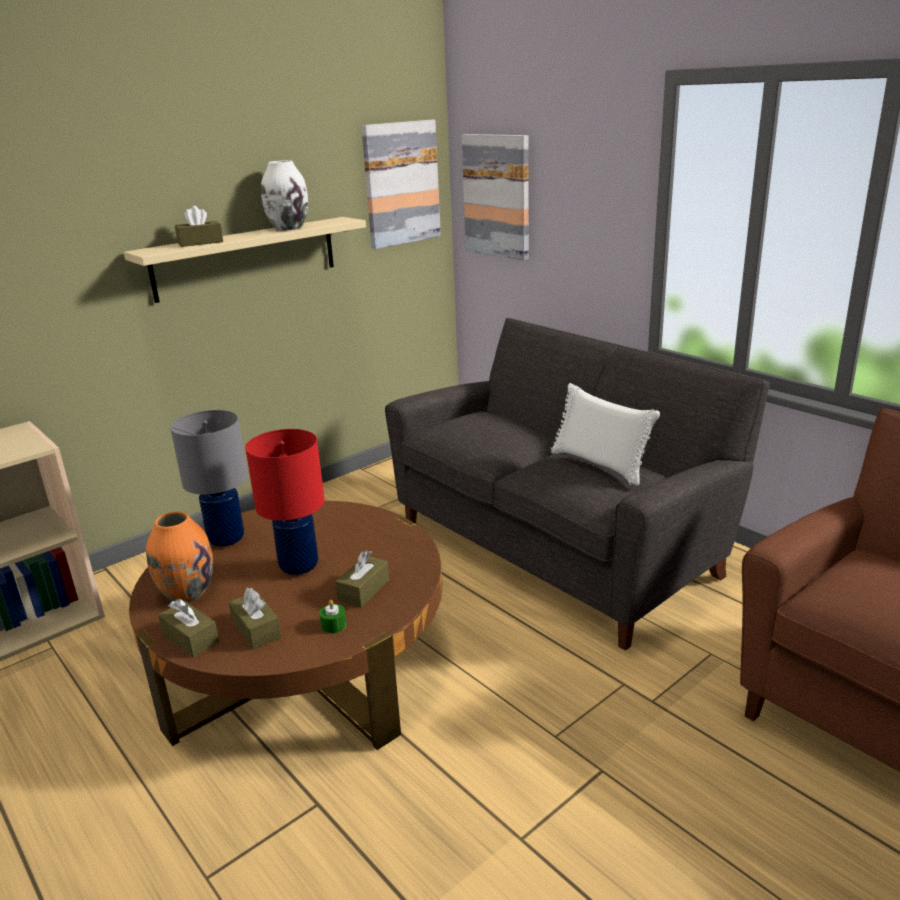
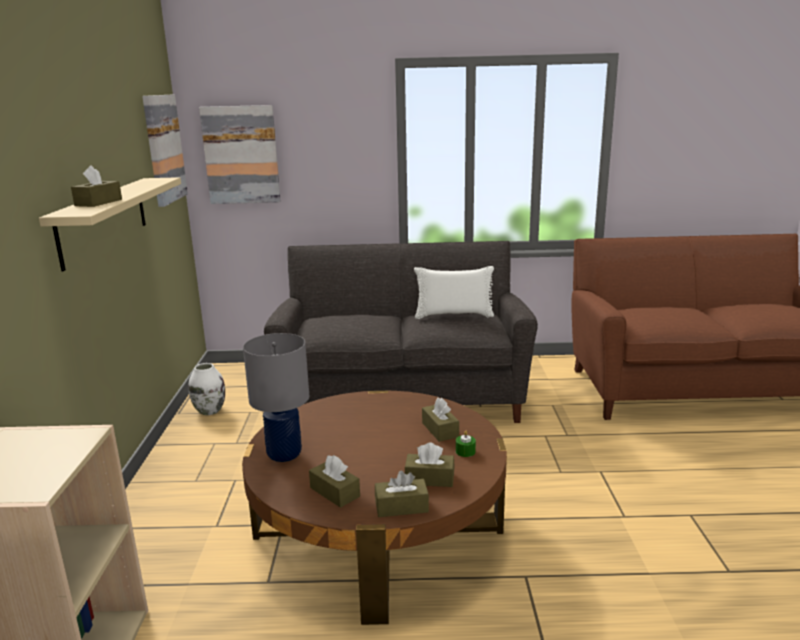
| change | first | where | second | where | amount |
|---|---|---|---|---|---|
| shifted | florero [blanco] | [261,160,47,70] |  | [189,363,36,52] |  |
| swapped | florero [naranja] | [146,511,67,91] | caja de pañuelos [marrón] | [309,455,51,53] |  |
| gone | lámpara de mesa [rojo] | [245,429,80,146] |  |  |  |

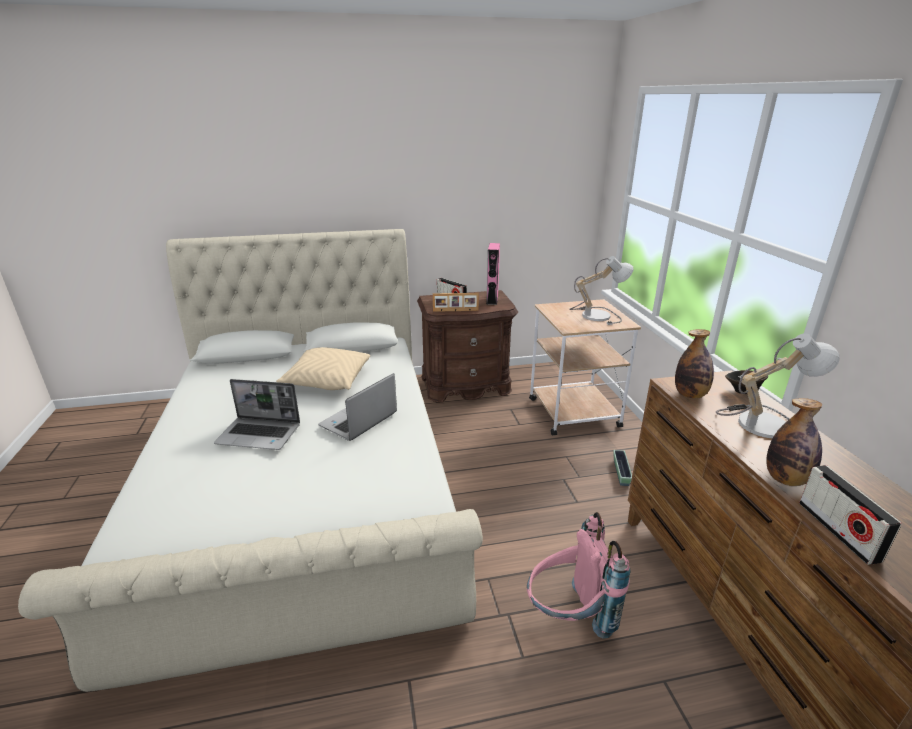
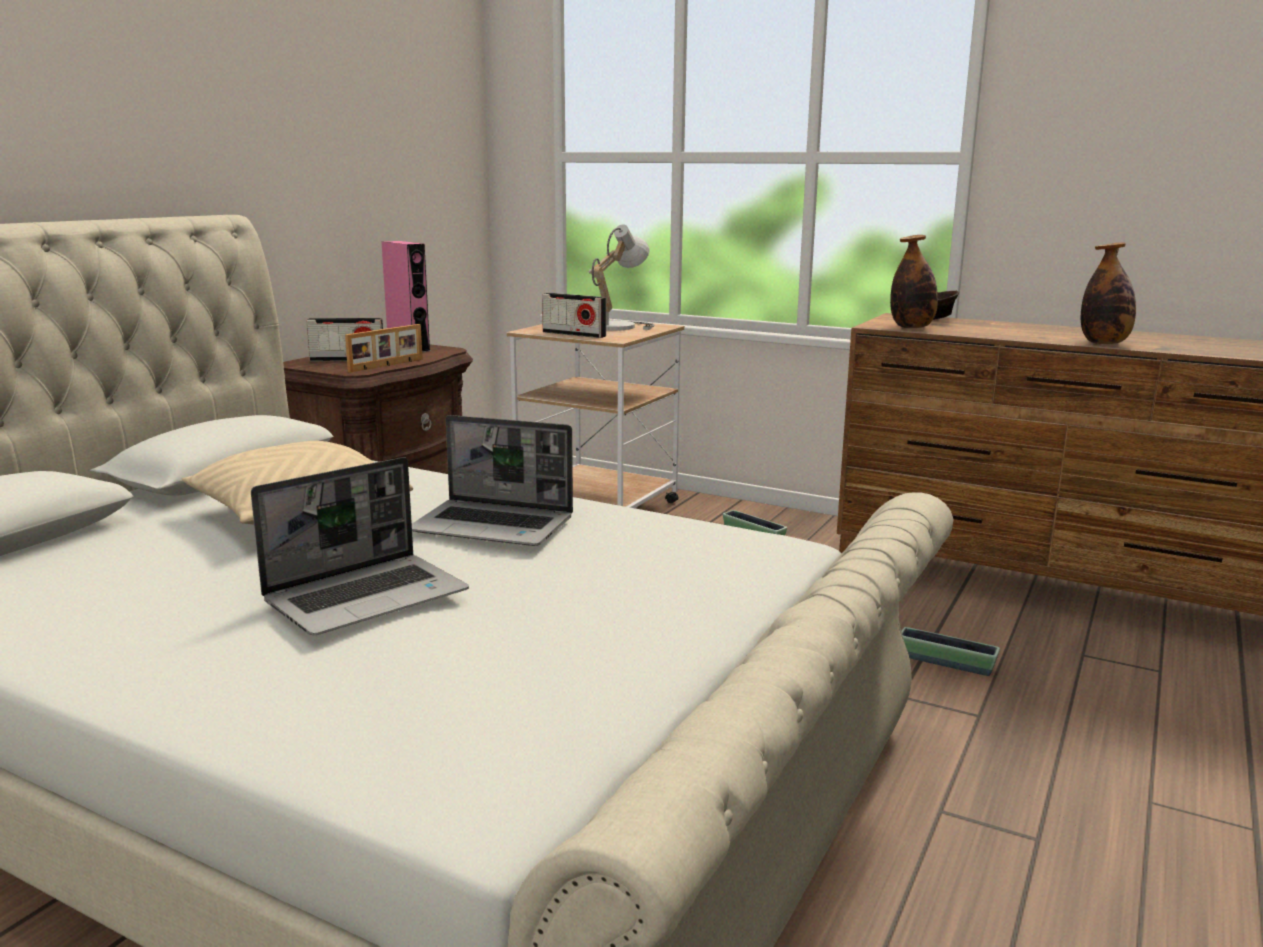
| change | first | where | second | where | amount |
|---|---|---|---|---|---|
| rotated | portátil | [319,373,78,68] |  | [412,415,161,131] | 60 degrees counterclockwise |
| shifted | radio | [799,465,103,100] |  | [542,293,64,45] |  |
| swapped | mochila [rosa] | [527,512,103,127] | maceta | [901,627,99,49] |  |
| gone | lámpara de mesa | [716,333,124,105] |  |  |  |

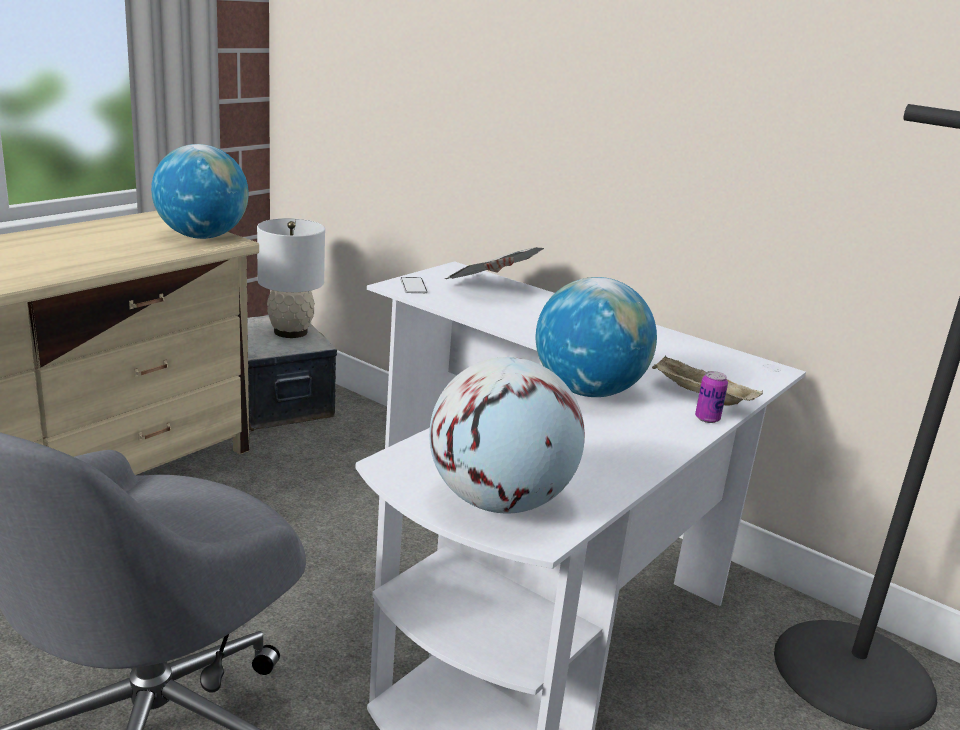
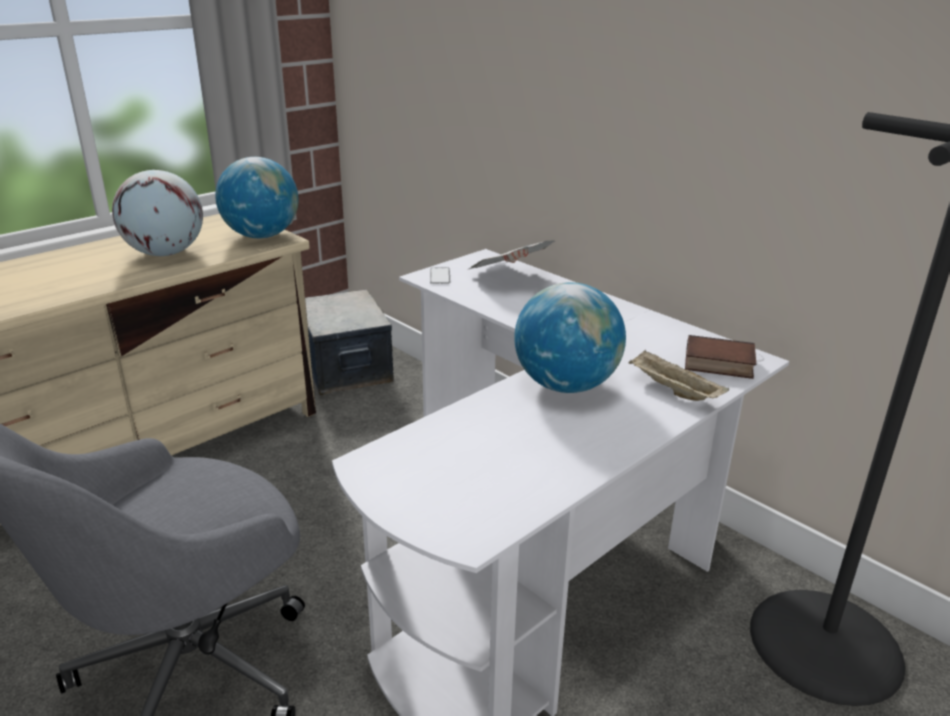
| change | first | where | second | where | amount |
|---|---|---|---|---|---|
| shifted | globo terráqueo | [429,357,156,156] |  | [112,170,91,86] |  |
| new |  |  | libro | [685,335,71,44] |  |
| gone | lámpara de mesa [blanco] | [257,218,68,120] |  |  |  |
| gone | lata | [695,371,33,52] |  |  |  |

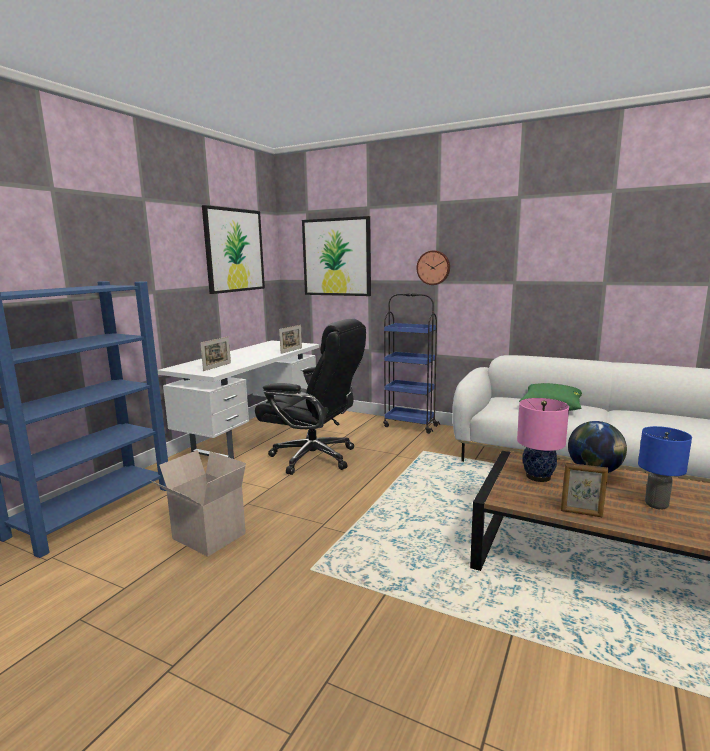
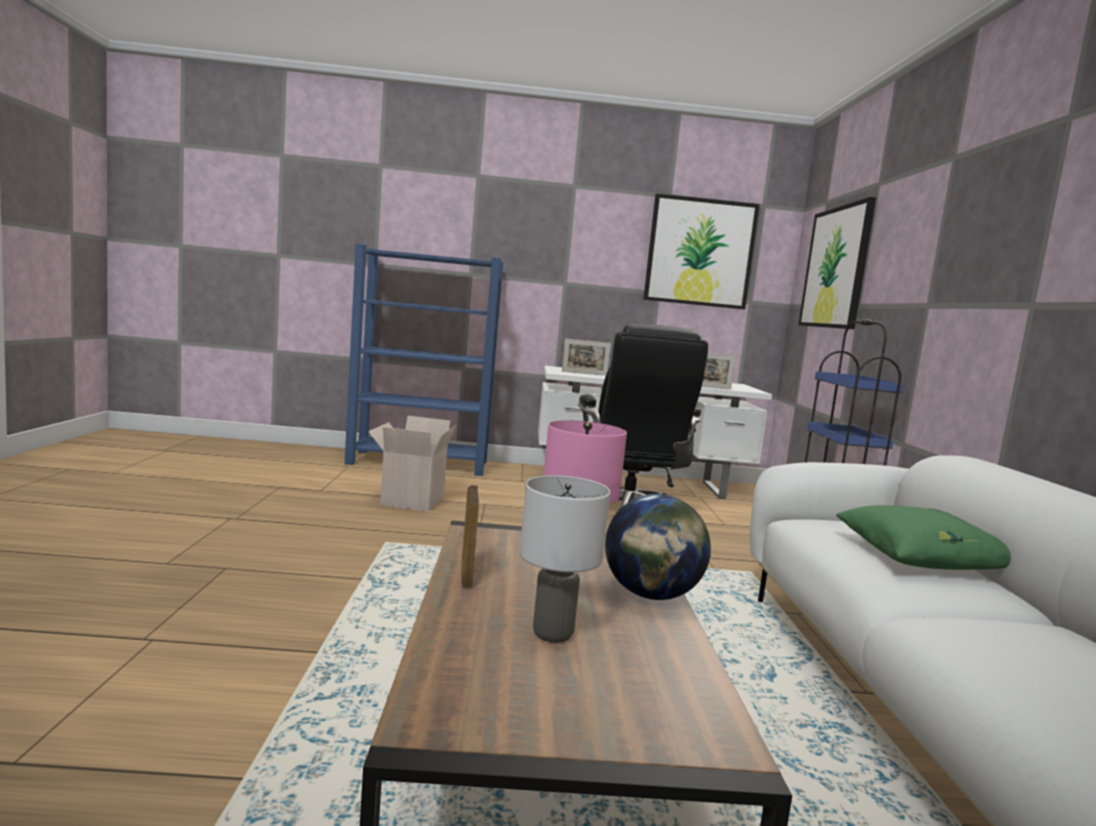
| change | first | where | second | where | amount |
|---|---|---|---|---|---|
| repainted | lámpara de mesa [azul] | [638,426,54,84] | lámpara de mesa [blanco] | [520,475,90,168] |  |
| gone | reloj de pared | [416,250,34,35] |  |  |  |

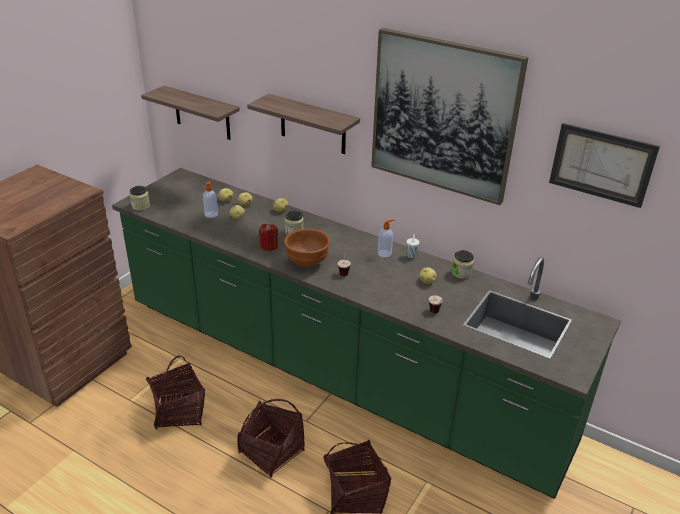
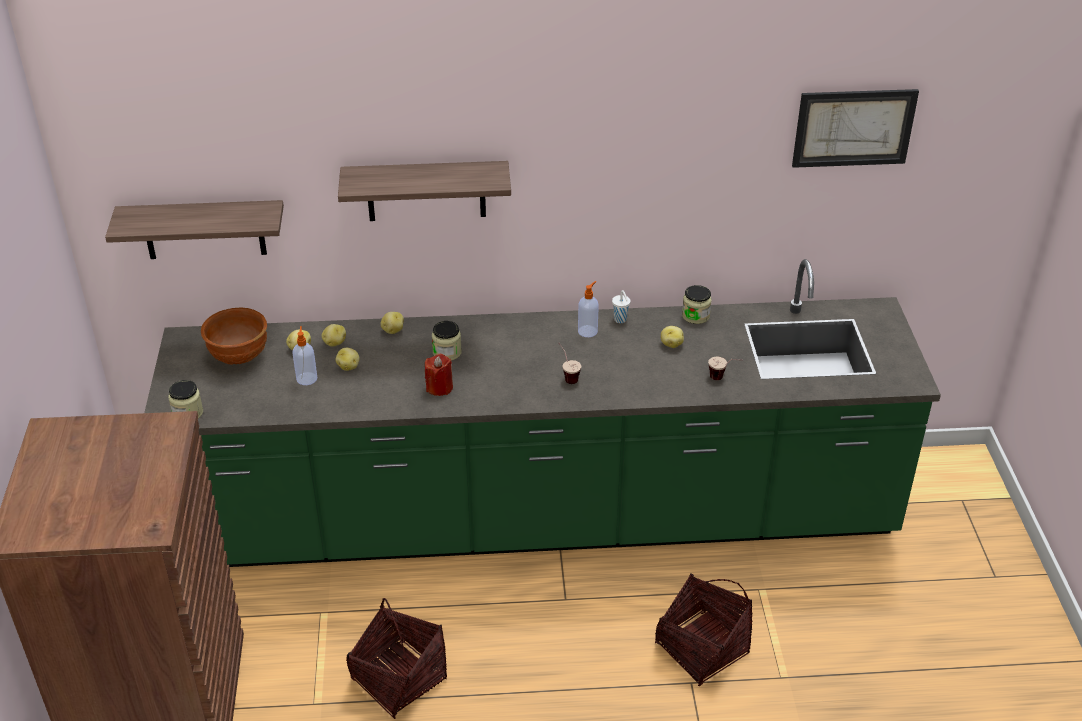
| change | first | where | second | where | amount |
|---|---|---|---|---|---|
| shifted | cuenco [marrón] | [284,229,46,38] |  | [201,307,66,58] |  |
| gone | cesta | [237,399,68,78] |  |  |  |
| gone | cuadro | [371,28,157,177] |  |  |  |

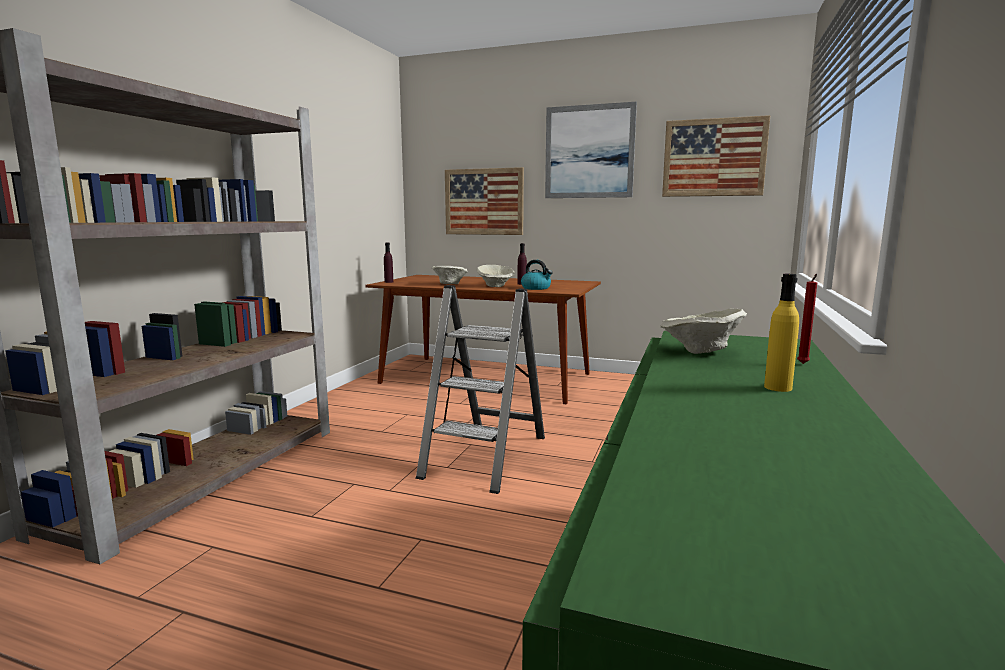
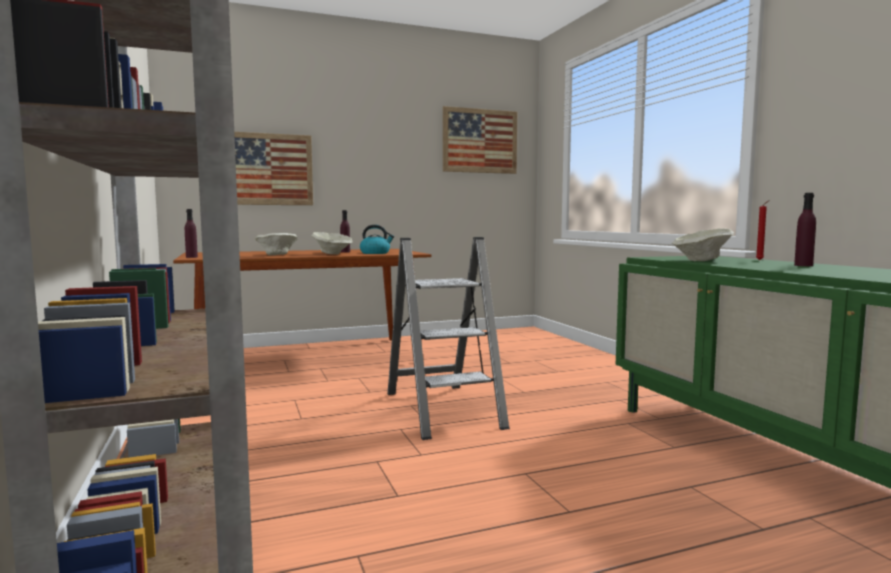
| change | first | where | second | where | amount |
|---|---|---|---|---|---|
| repainted | botella [amarillo] | [764,274,35,118] | botella [morado] | [794,193,22,73] |  |
| gone | cuadro | [545,102,92,96] |  |  |  |

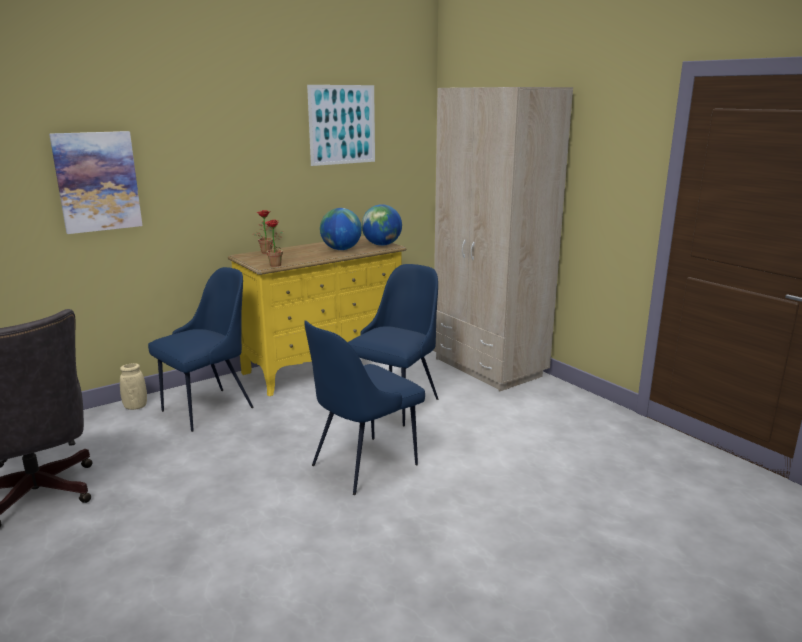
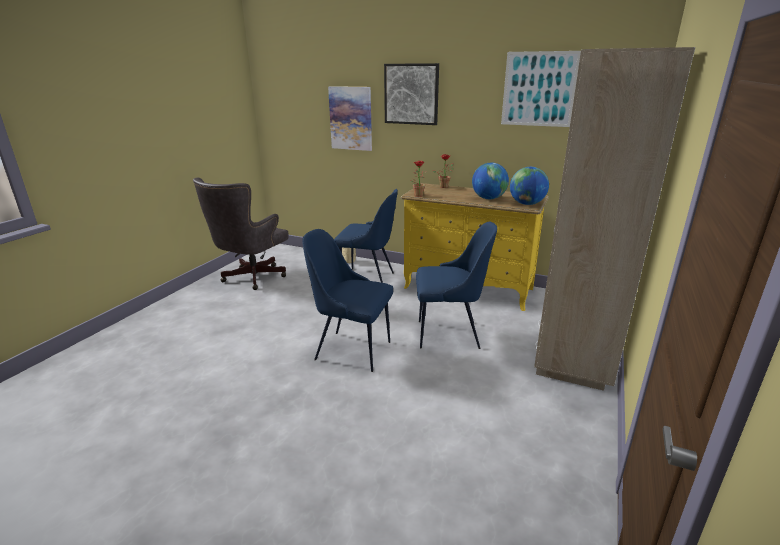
| change | first | where | second | where | amount |
|---|---|---|---|---|---|
| new |  |  | cuadro | [384,63,55,62] |  |

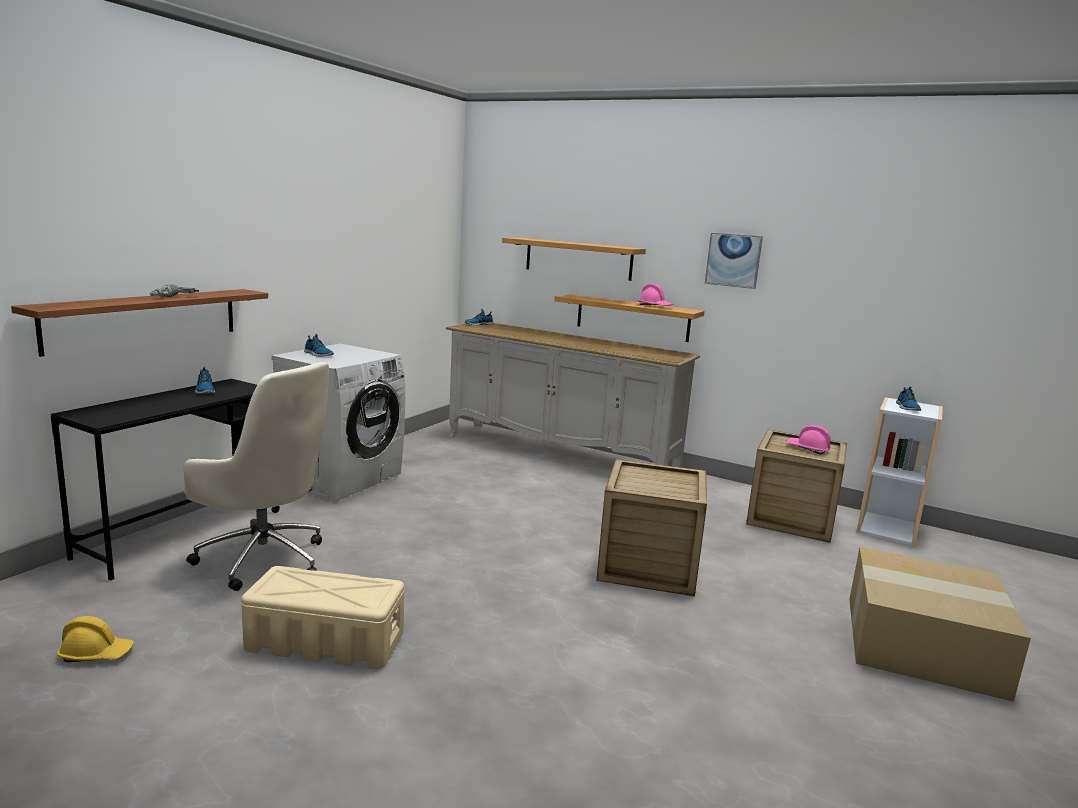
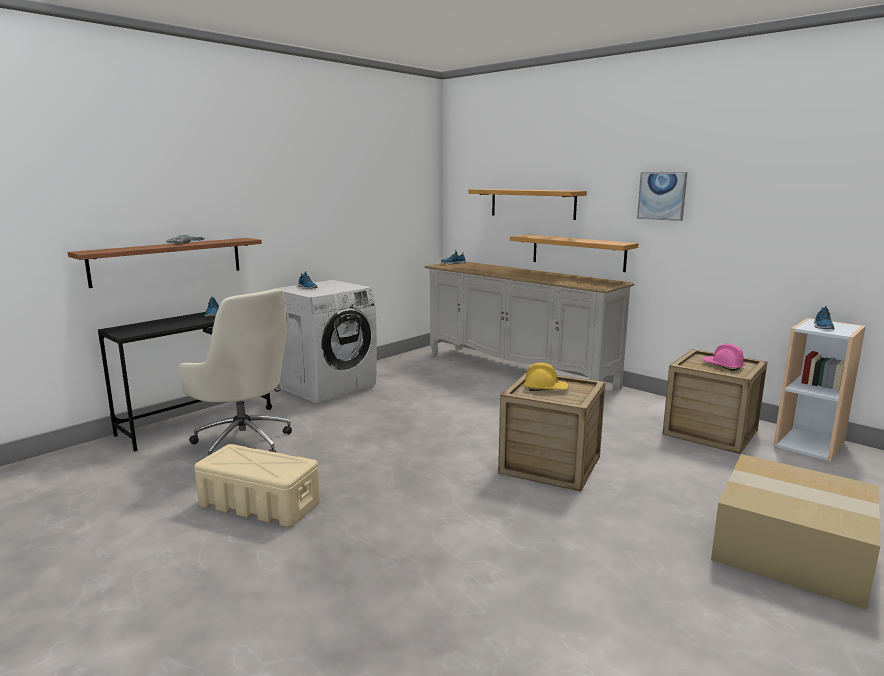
| change | first | where | second | where | amount |
|---|---|---|---|---|---|
| shifted | casco [amarillo] | [57,616,77,46] |  | [525,363,44,28] |  |
| gone | casco [rosa] | [637,284,36,21] |  |  |  |

